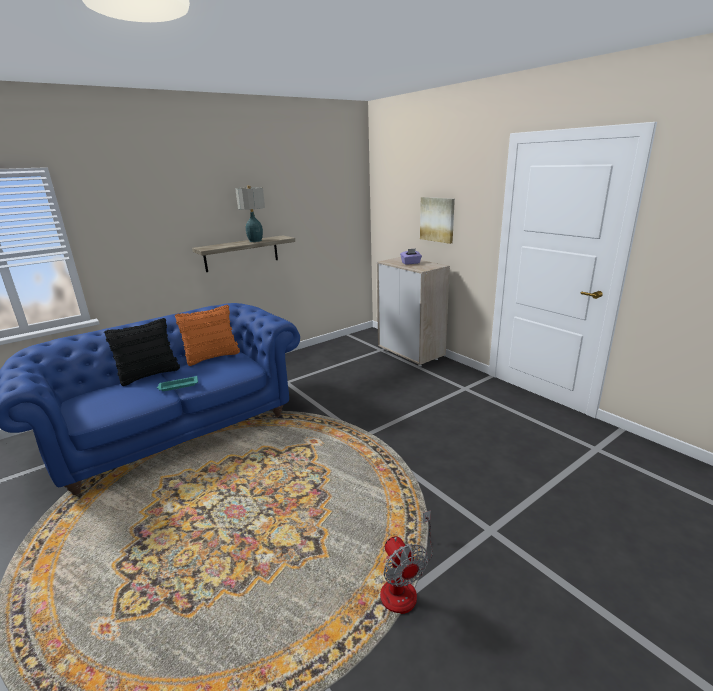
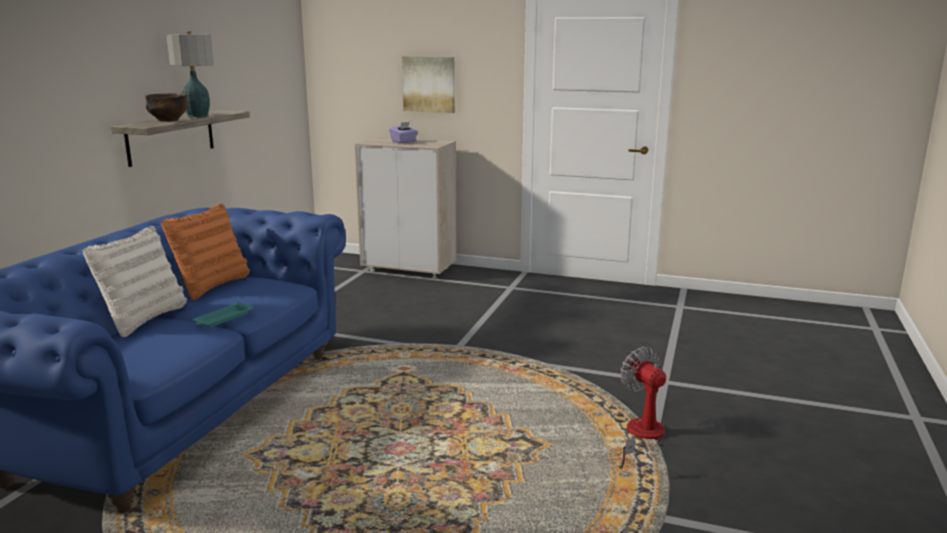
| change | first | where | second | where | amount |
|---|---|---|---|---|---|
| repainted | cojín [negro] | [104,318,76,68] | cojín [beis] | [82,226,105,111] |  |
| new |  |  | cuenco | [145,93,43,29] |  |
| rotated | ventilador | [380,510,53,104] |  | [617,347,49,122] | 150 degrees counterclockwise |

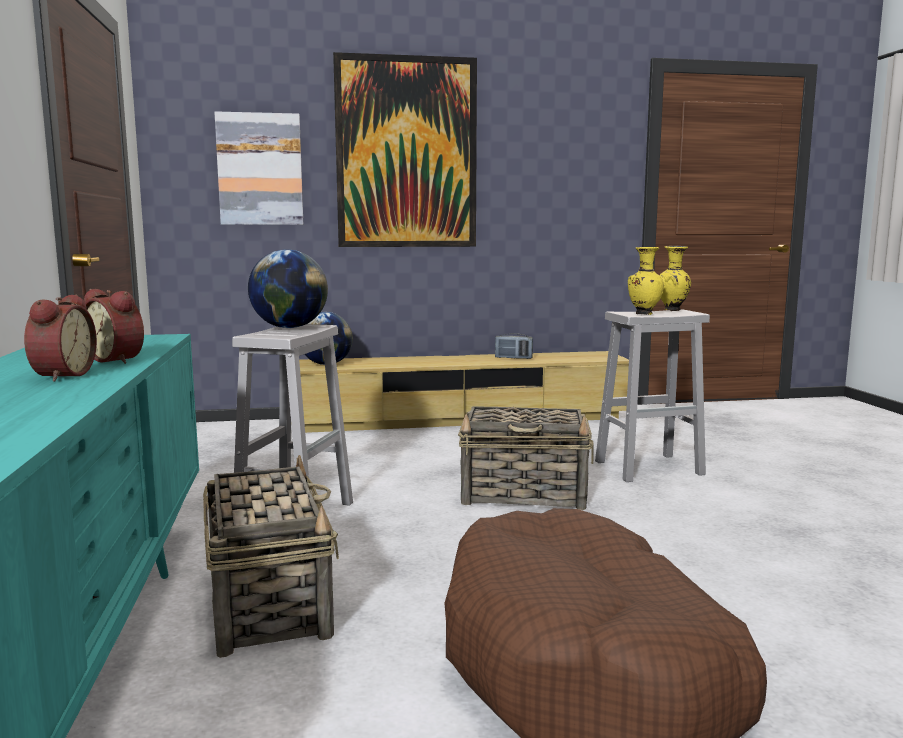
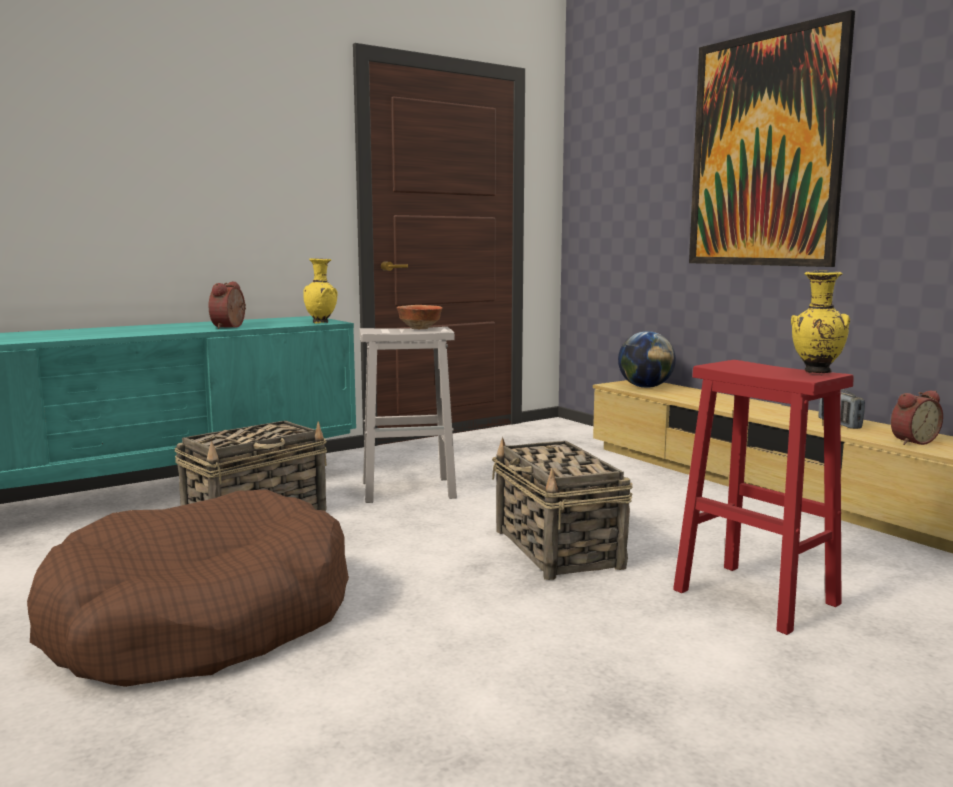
| change | first | where | second | where | amount |
|---|---|---|---|---|---|
| shifted | florero [amarillo] | [628,247,37,68] |  | [303,258,35,65] |  |
| swapped | globo terráqueo | [248,250,80,78] | cuenco | [397,305,46,24] |  |
| repainted | taburete [blanco] | [595,309,115,173] | taburete [rojo] | [673,360,181,275] |  |
| shifted | despertador | [24,294,73,88] |  | [891,390,52,55] |  |
| gone | cuadro | [214,111,89,114] |  |  |  |

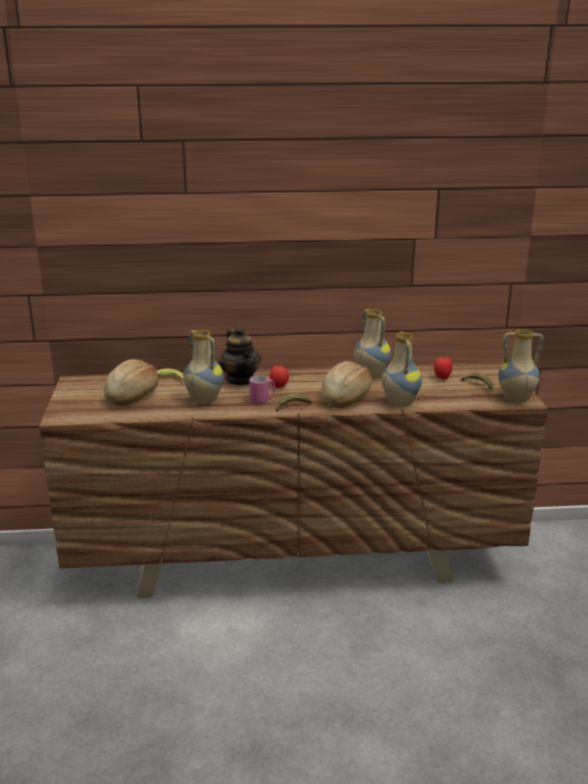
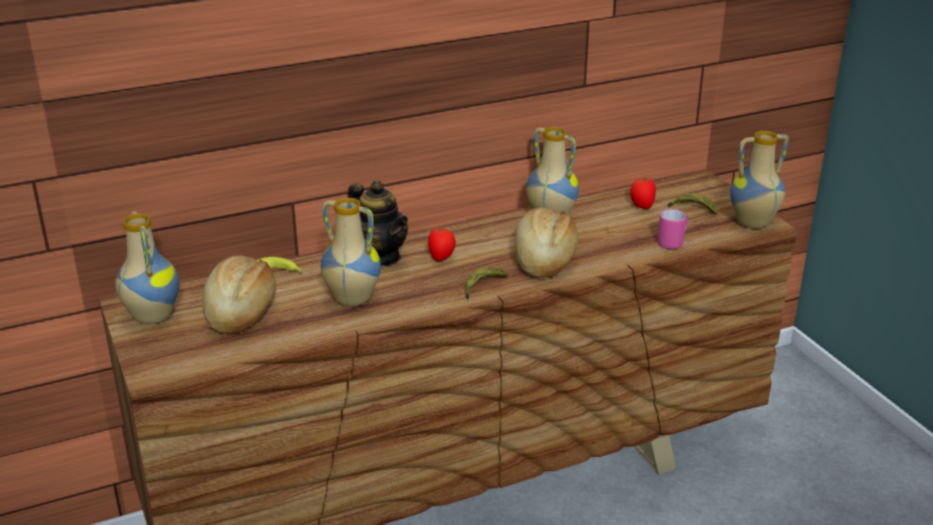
| change | first | where | second | where | amount |
|---|---|---|---|---|---|
| shifted | florero | [381,331,41,76] |  | [115,211,64,113] |  |
| shifted | taza grande [rosa] | [249,375,26,29] |  | [657,209,31,40] |  |

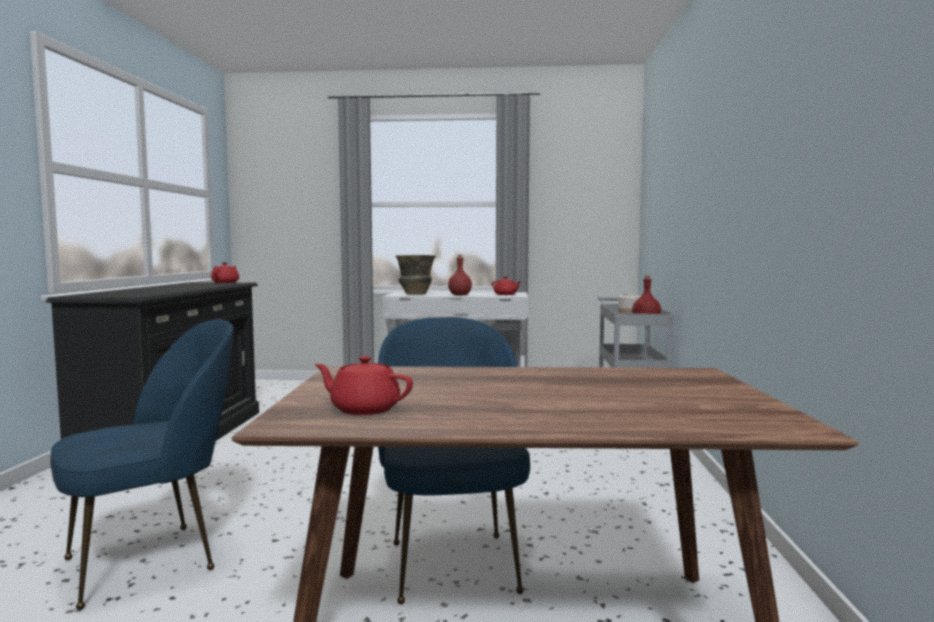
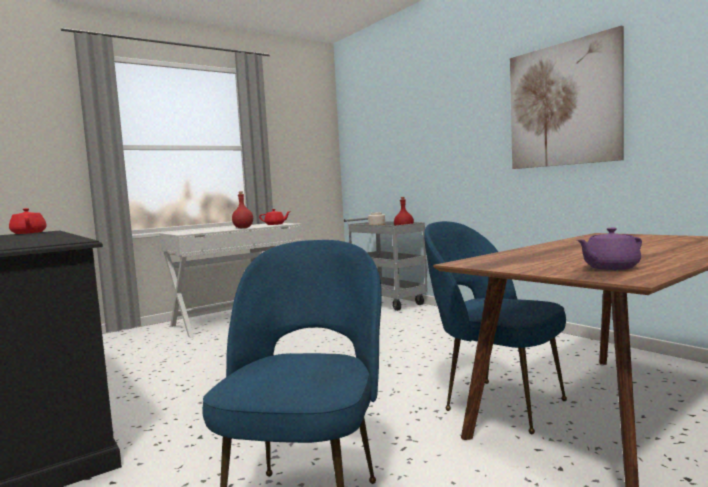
| change | first | where | second | where | amount |
|---|---|---|---|---|---|
| new |  |  | cuadro | [510,25,114,144] |  |
| repainted | tetera [rojo] | [314,356,99,59] | tetera [morado] | [577,228,65,42] |  |
| gone | florero | [395,255,41,40] |  |  |  |

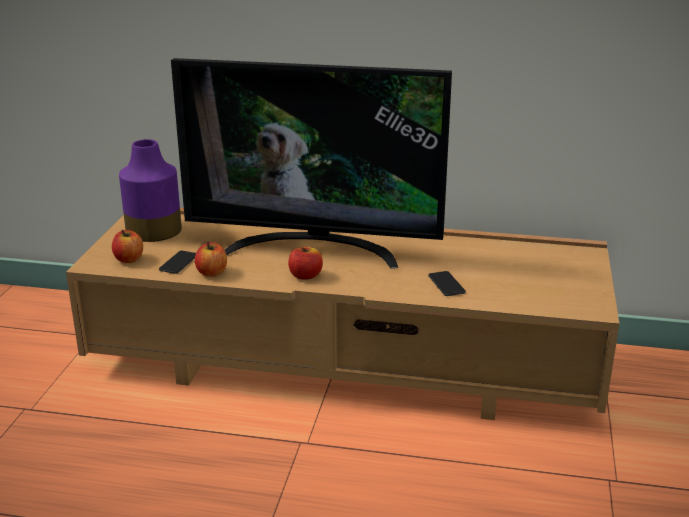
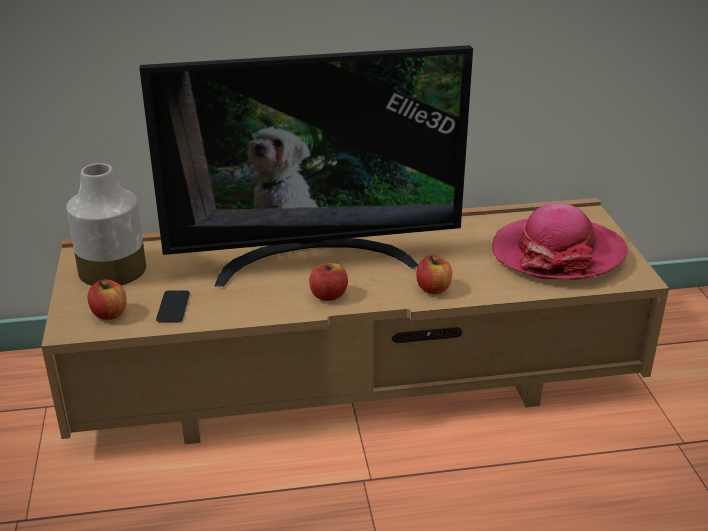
| change | first | where | second | where | amount |
|---|---|---|---|---|---|
| repainted | florero [morado] | [119,139,63,103] | florero [beis] | [66,163,80,123] |  |
| shifted | manzana | [195,242,32,35] |  | [416,255,36,39] |  |
| new |  |  | sombrero | [492,203,136,76] |  |
| gone | móvil | [428,271,38,25] |  |  |  |

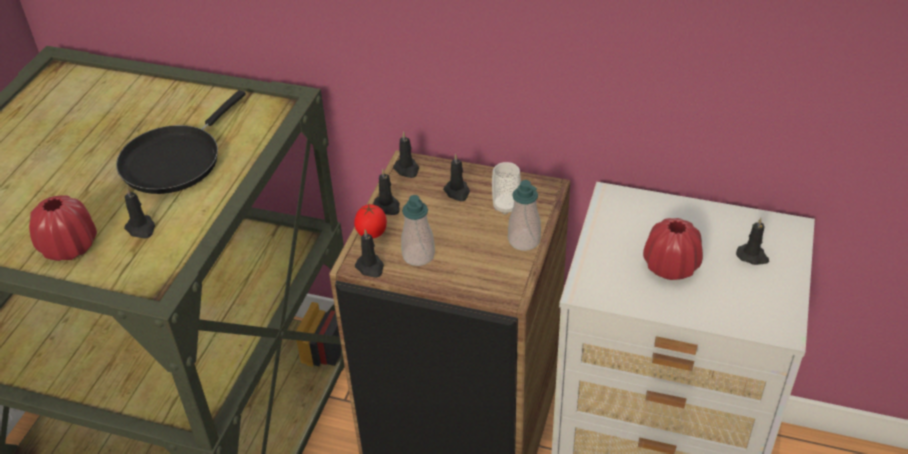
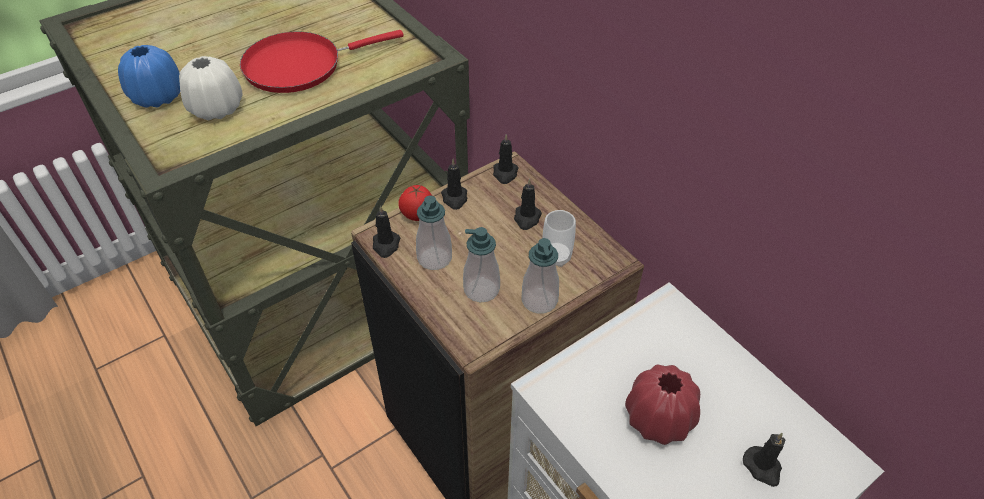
| change | first | where | second | where | amount |
|---|---|---|---|---|---|
| repainted | florero [rojo] | [29,195,68,66] | florero [azul] | [118,45,62,63] |  |
| swapped | vela [negro] | [124,187,31,51] | florero [blanco] | [179,56,64,64] |  |
| repainted | sartén [negro] | [116,90,130,104] | sartén [rojo] | [240,30,164,63] |  |
| new |  |  | dispensador de jabón | [463,227,37,75] |  |

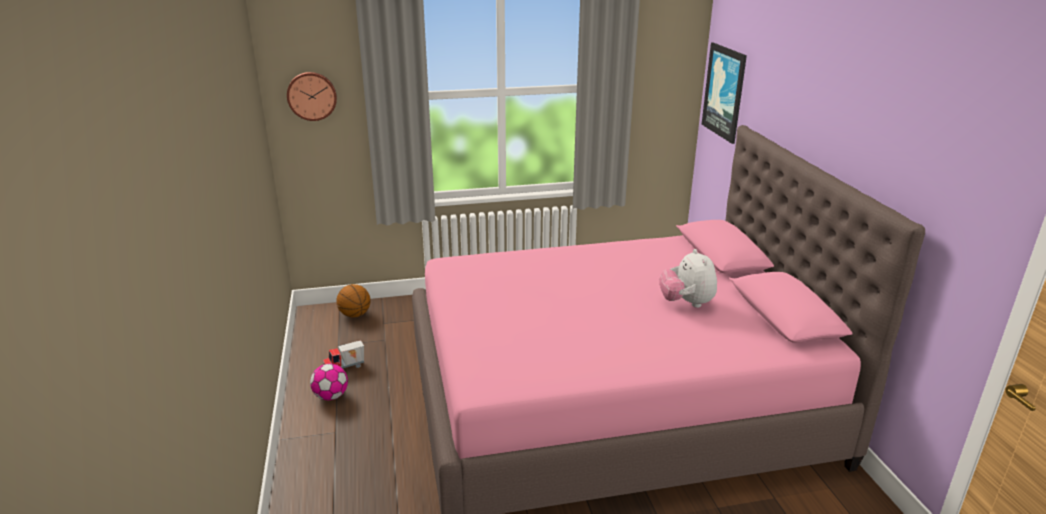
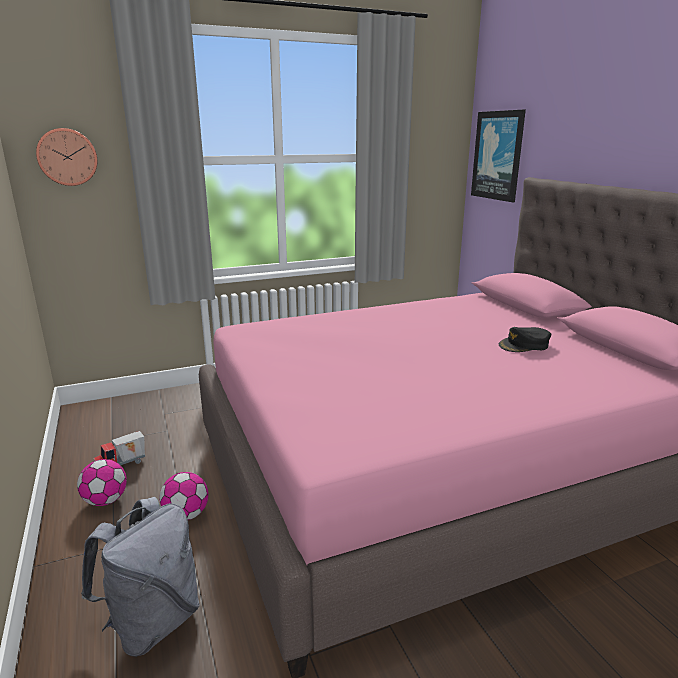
| change | first | where | second | where | amount |
|---|---|---|---|---|---|
| new |  |  | mochila [gris] | [81,497,119,160] |  |
| new |  |  | balón de fútbol | [159,472,49,48] |  |
| swapped | peluche | [659,249,58,59] | gorra [negro] | [499,327,52,25] |  |
| gone | balón de baloncesto | [337,284,33,33] |  |  |  |

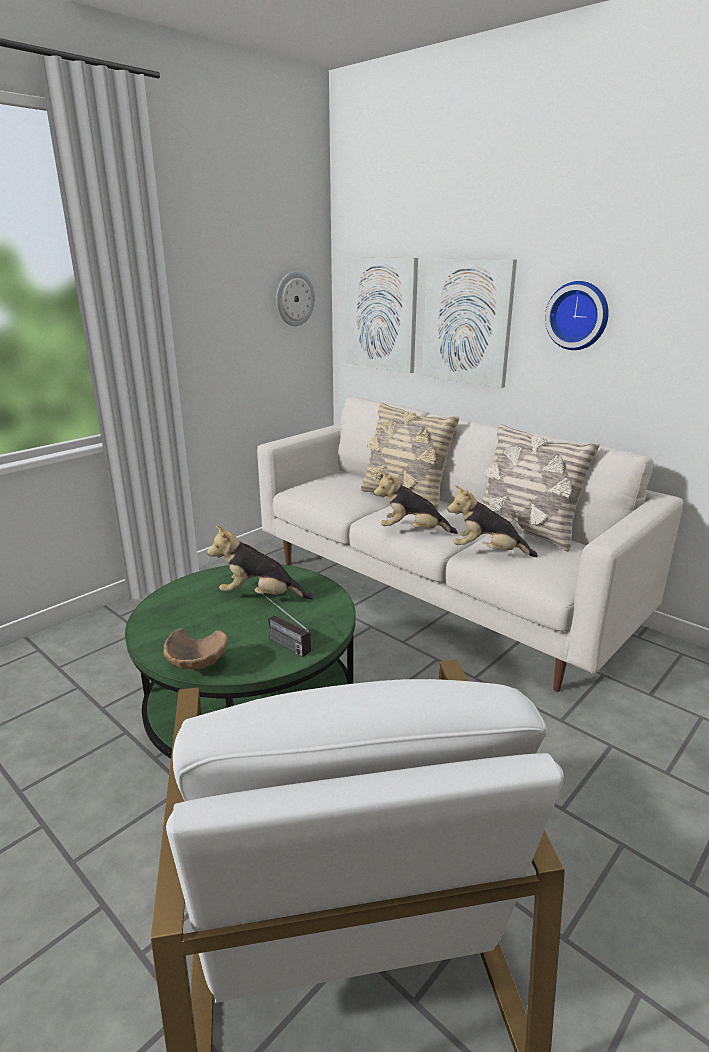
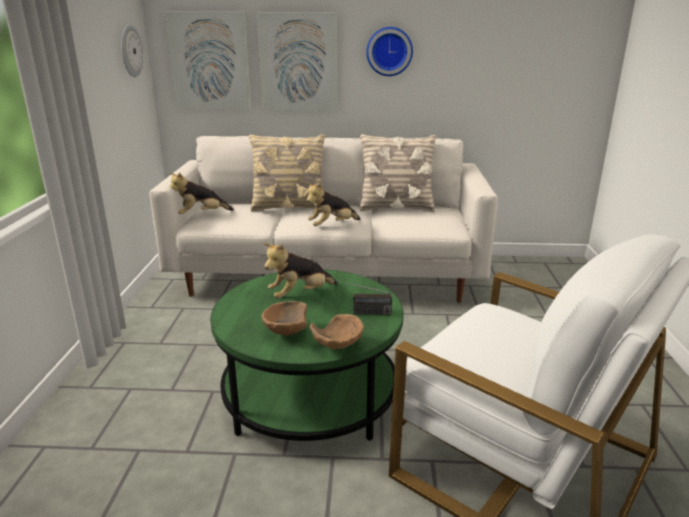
| change | first | where | second | where | amount |
|---|---|---|---|---|---|
| shifted | peluche | [447,486,91,71] |  | [169,172,65,42] |  |
| new |  |  | cuenco [marrón] | [262,301,45,34] |  |

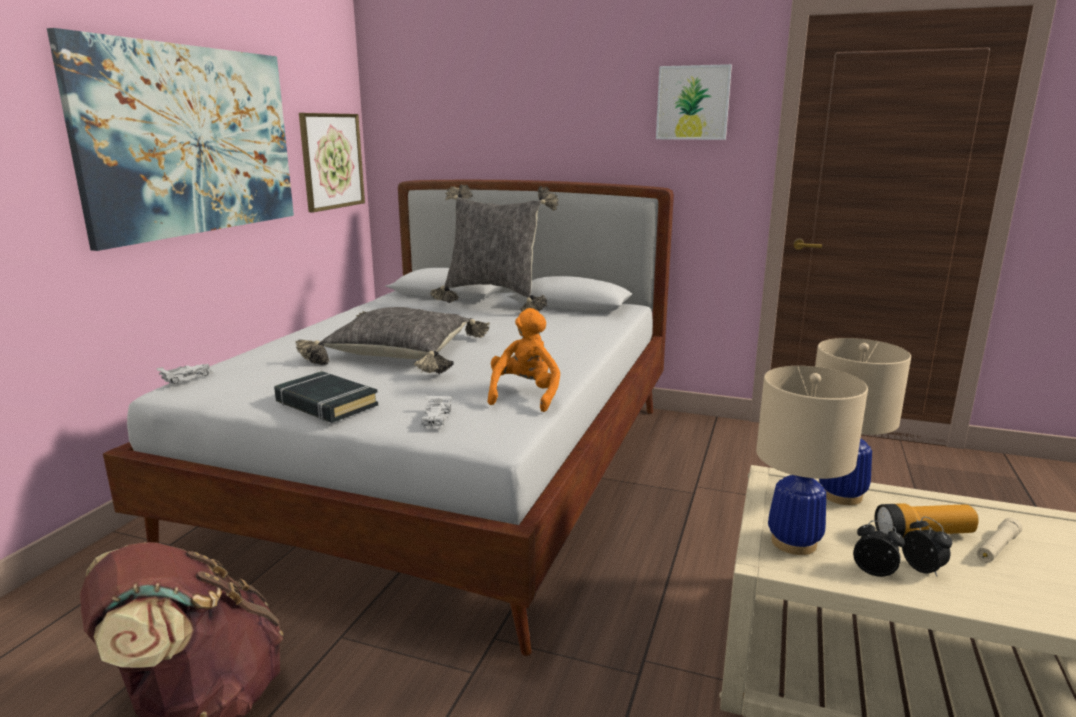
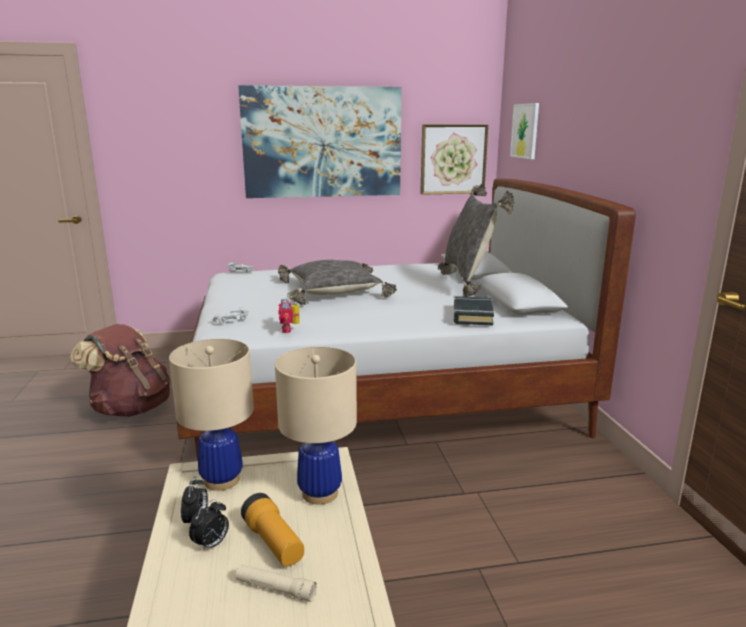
| change | first | where | second | where | amount |
|---|---|---|---|---|---|
| swapped | peluche [naranja] | [488,308,72,104] | robot de juguete | [278,298,22,35] |  |
| shifted | libro [negro] | [274,371,104,52] |  | [454,296,40,29] |  |
| shifted | cuadro | [656,64,76,76] |  | [510,103,29,56] |  |

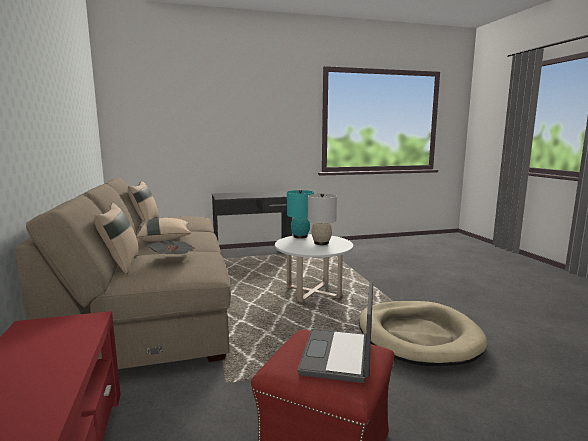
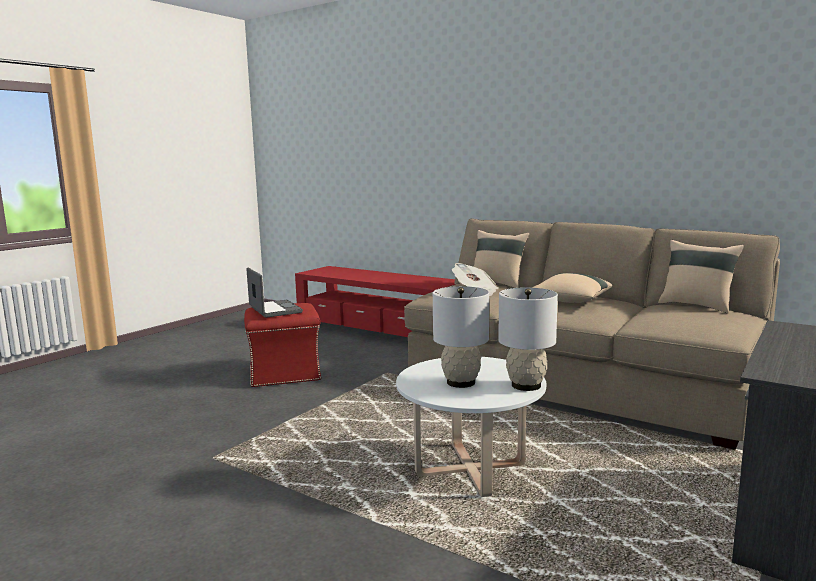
| change | first | where | second | where | amount |
|---|---|---|---|---|---|
| repainted | lámpara de mesa [turquesa] | [287,190,27,49] | lámpara de mesa [blanco] | [498,287,60,104] |  |
| gone | cama para perro [beis] | [359,301,129,65] |  |  |  |

